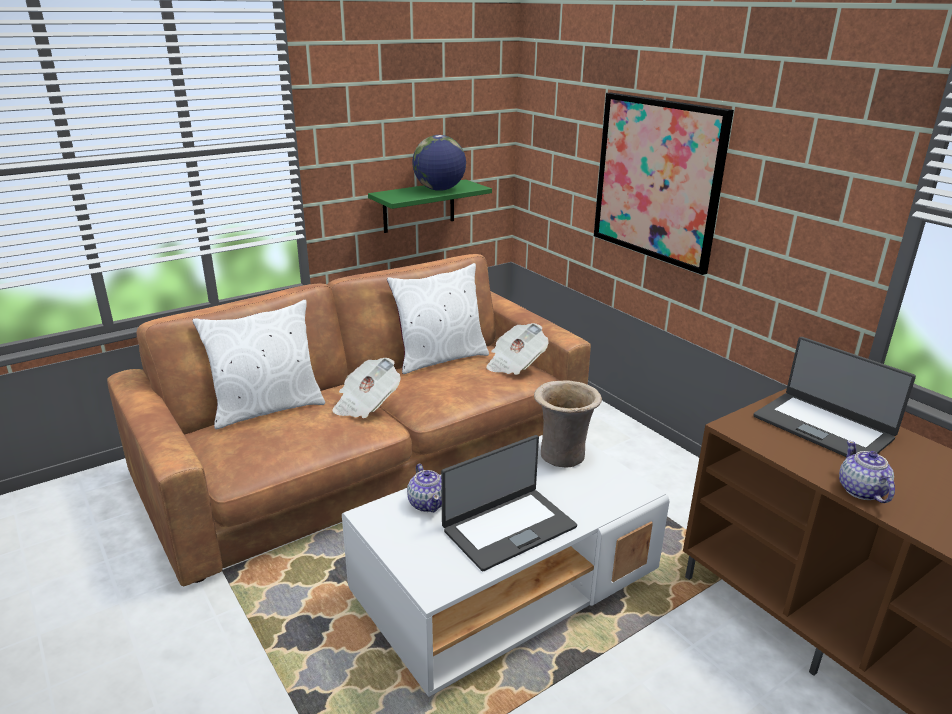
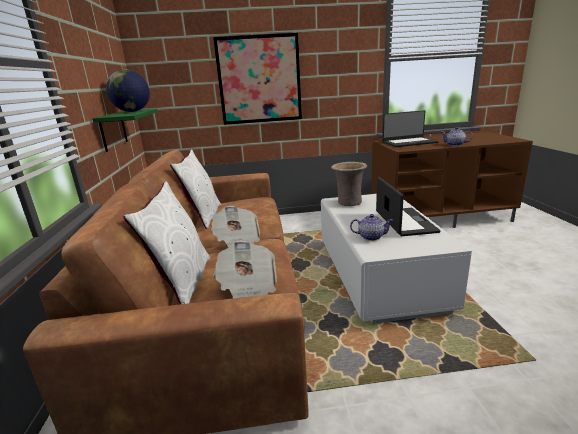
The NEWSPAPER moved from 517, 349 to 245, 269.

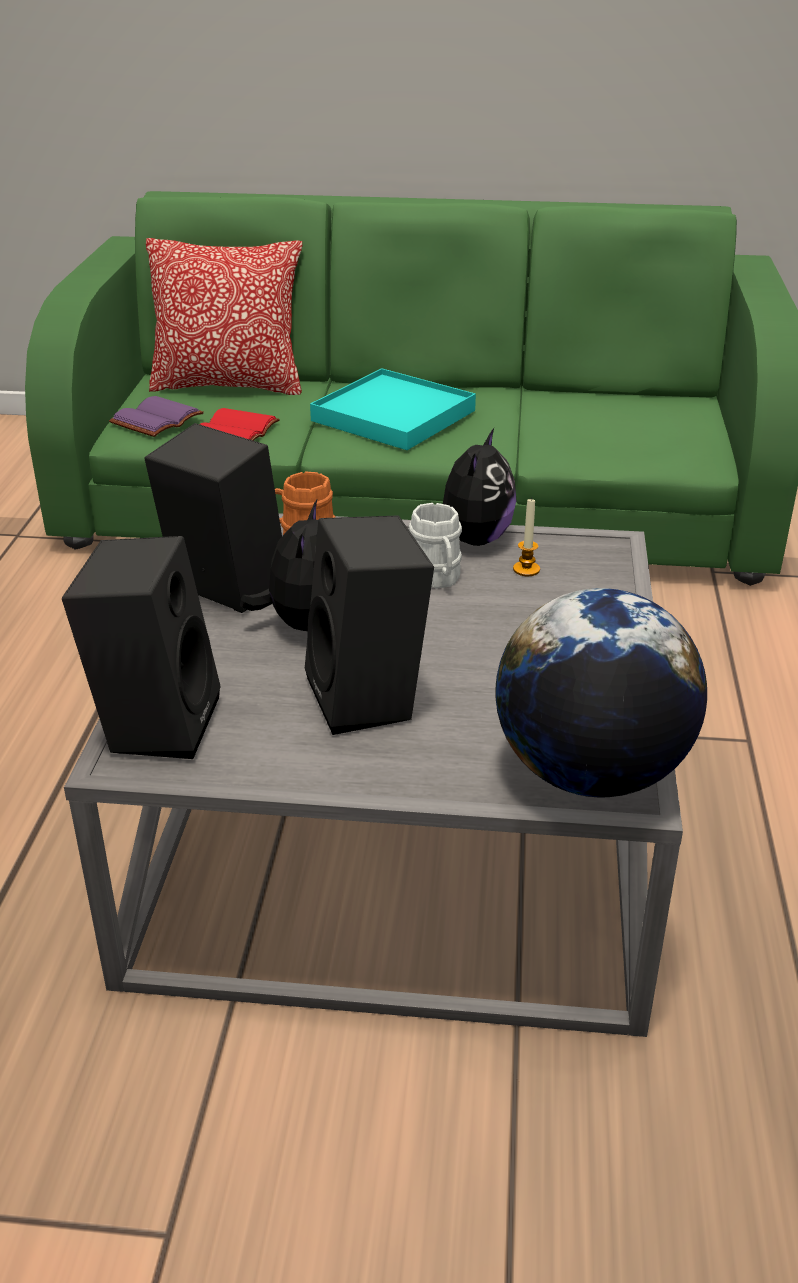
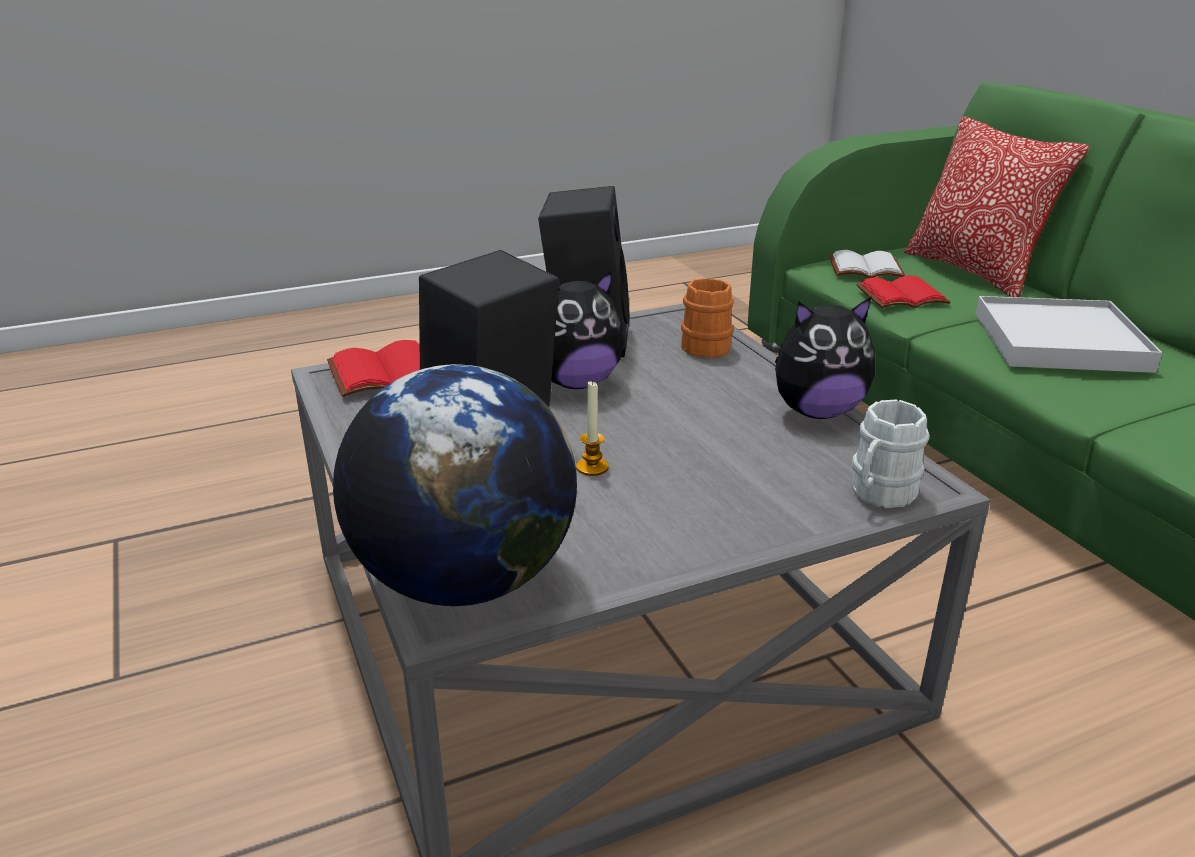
The WHITE-COLOURED TEA MUG moved from 435, 546 to 890, 453. The WAX LIGHT moved from 526, 536 to 592, 428. The BLACK LOUDSPEAKER at 141, 647 was replaced by the RED BOUND BOOK at 373, 368. The PURPLISH BOUND BOOK at 156, 416 became the WHITE-COLOURED BOUND BOOK at 867, 264. The BLUE-GREEN TRAY at 393, 409 became the WHITE-COLOURED TRAY at 1069, 334.

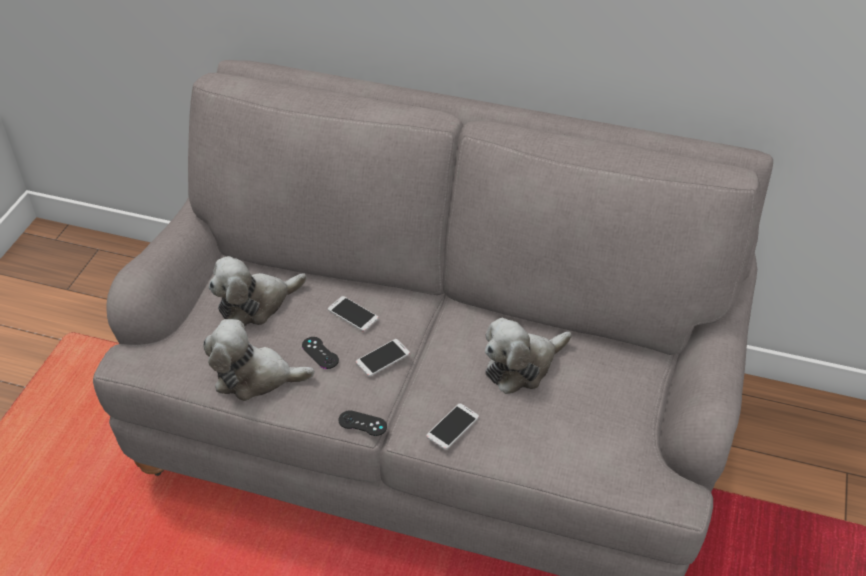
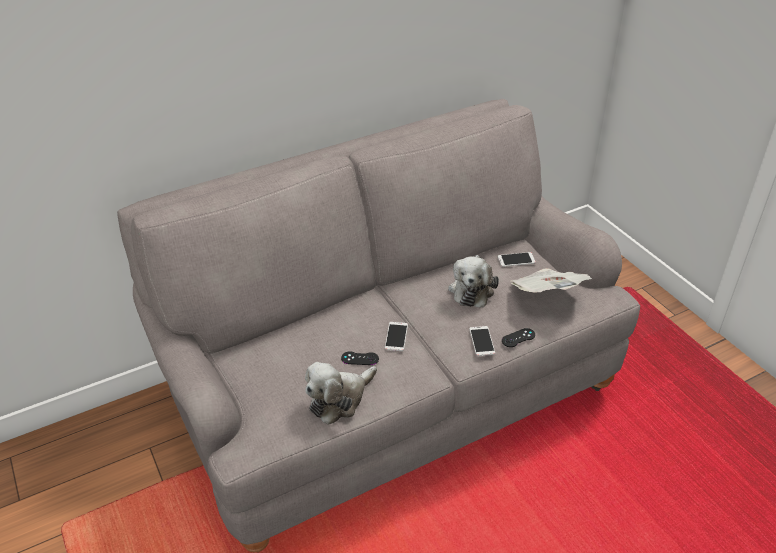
The PLUSH TOY at 257, 291 disappeared. The NEWSPAPER at 551, 280 appeared. The PHONE moved from 353, 313 to 517, 259. The BLACK JOYPAD moved from 362, 423 to 518, 337.

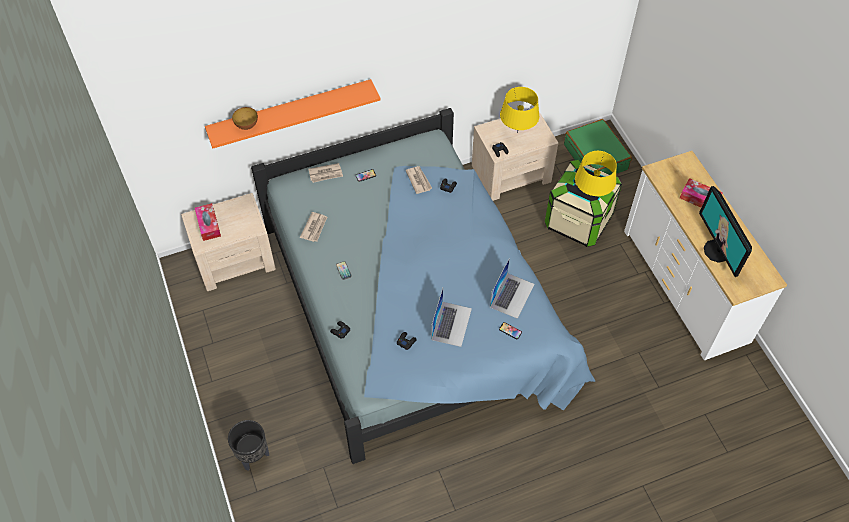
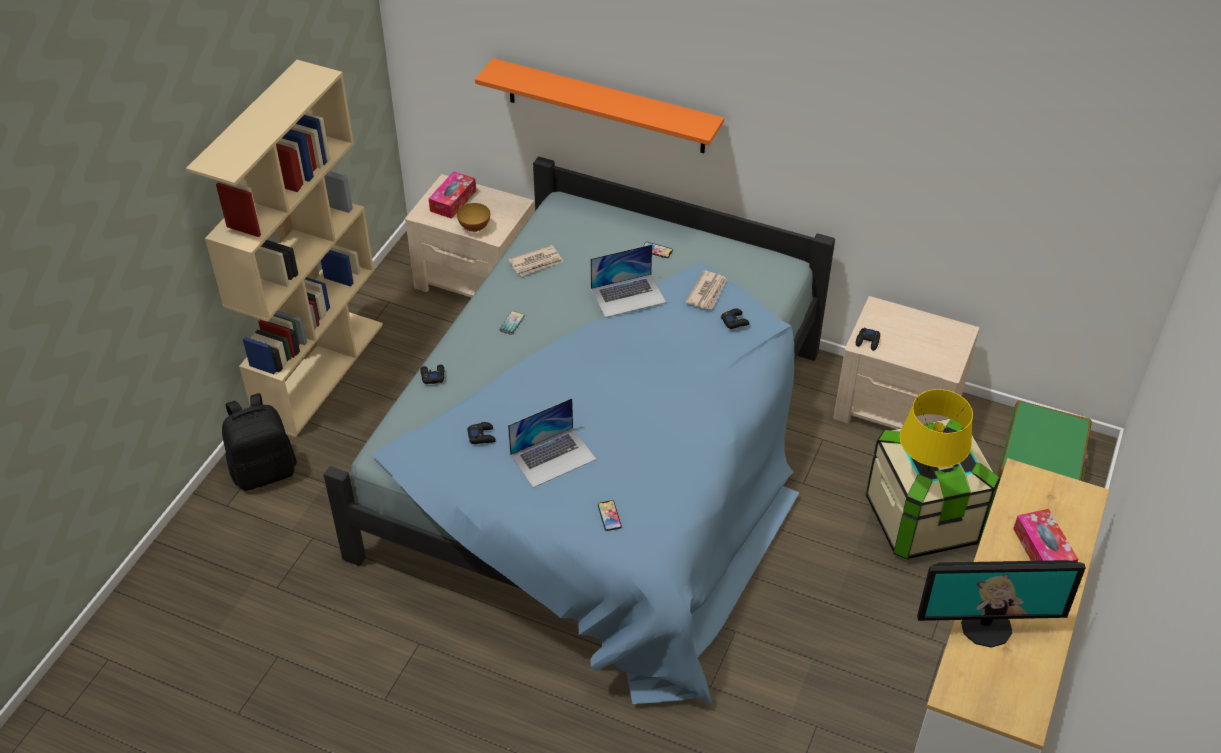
The NEWSPAPER at 325, 173 disappeared. The YELLOW LAMP FOR A TABLE at 519, 110 disappeared. The SAND-COLOURED SHELVING UNIT at 284, 248 appeared. The SERVING BOWL moved from 245, 118 to 473, 217. The LAPTOP moved from 512, 288 to 628, 281. The BLACK PLANT POT at 248, 445 was replaced by the BLACK KNAPSACK at 259, 442. The COMPUTER SCREEN at 725, 231 turned 120 degrees counterclockwise.

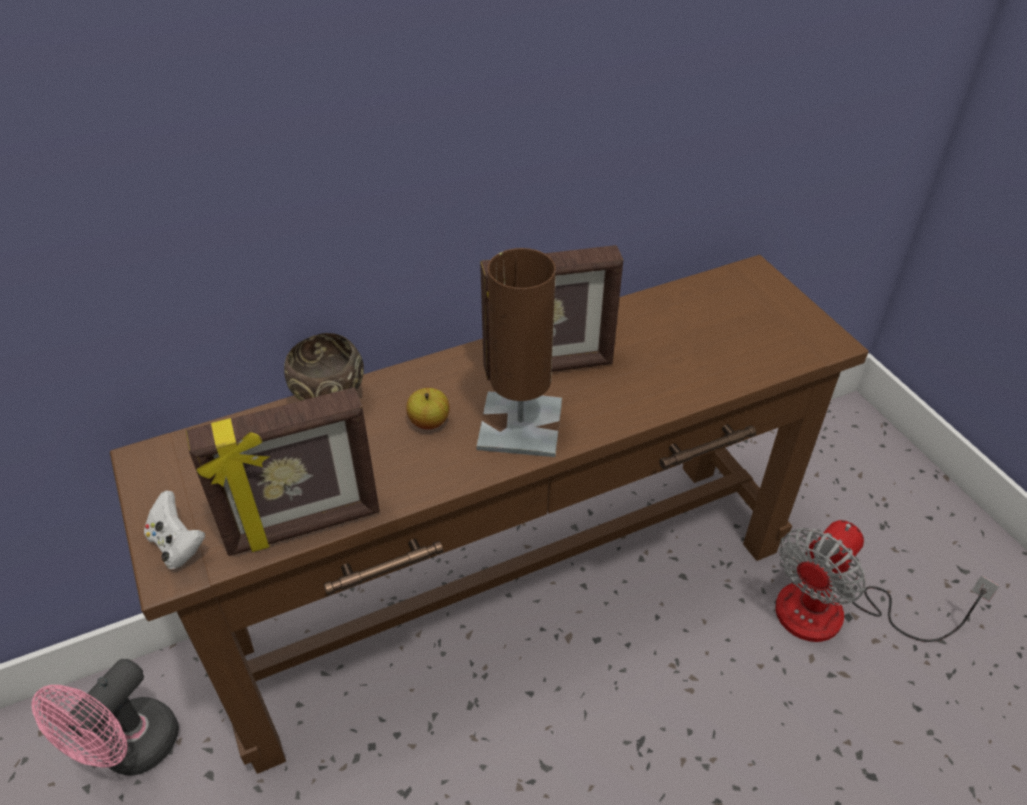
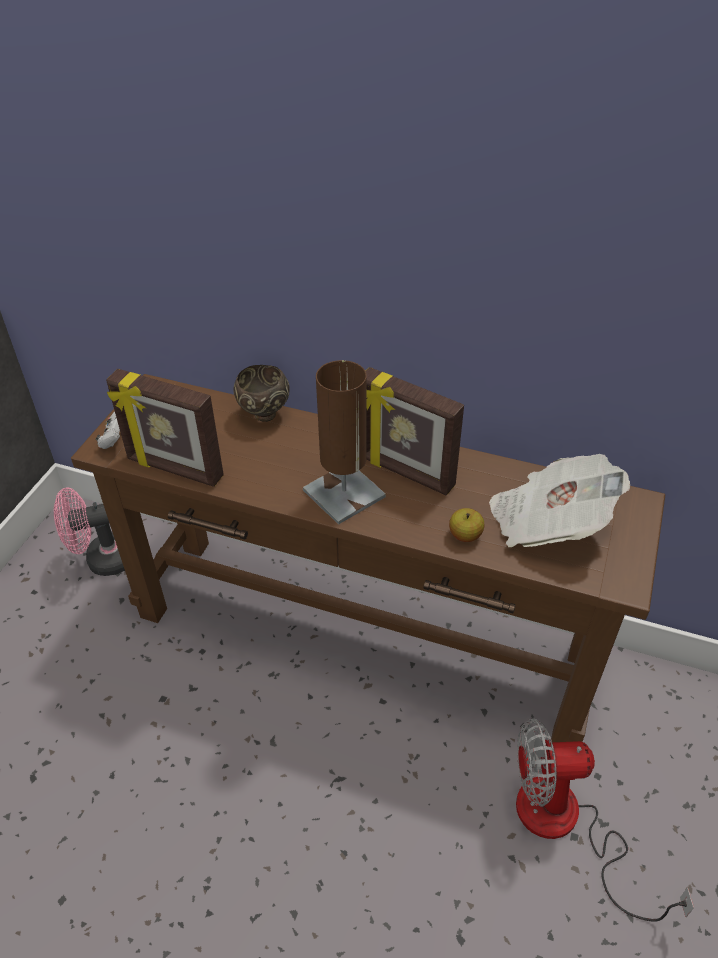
The NEWSPAPER at 559, 500 appeared. The WHOLE APPLE moved from 428, 408 to 467, 525.

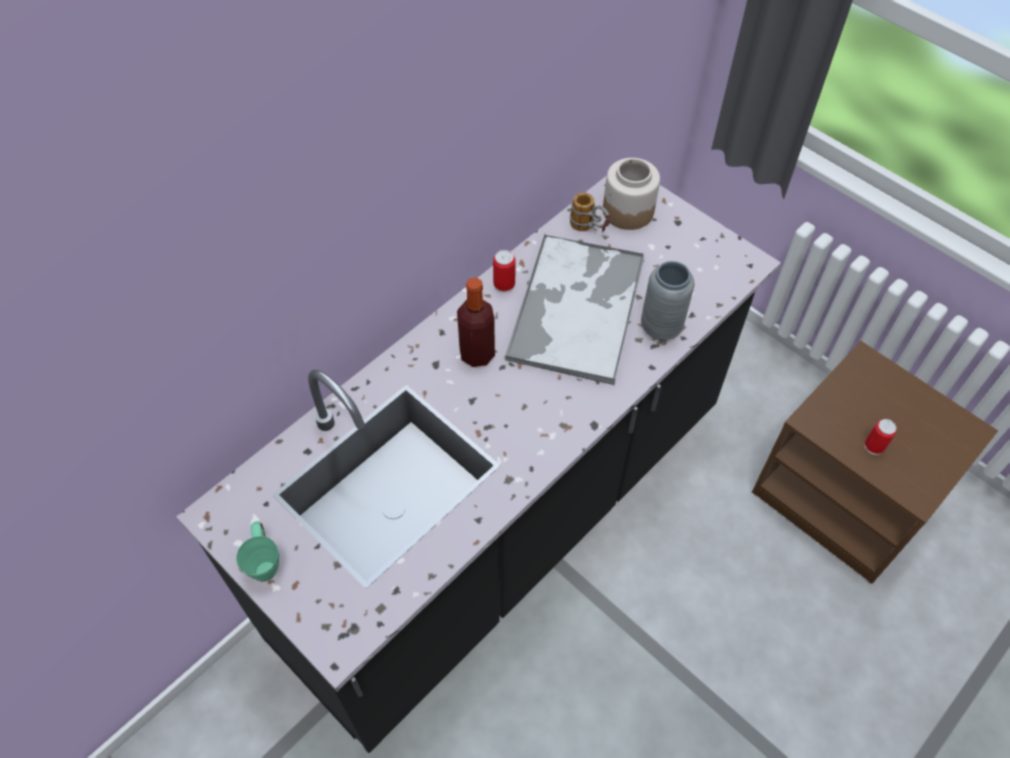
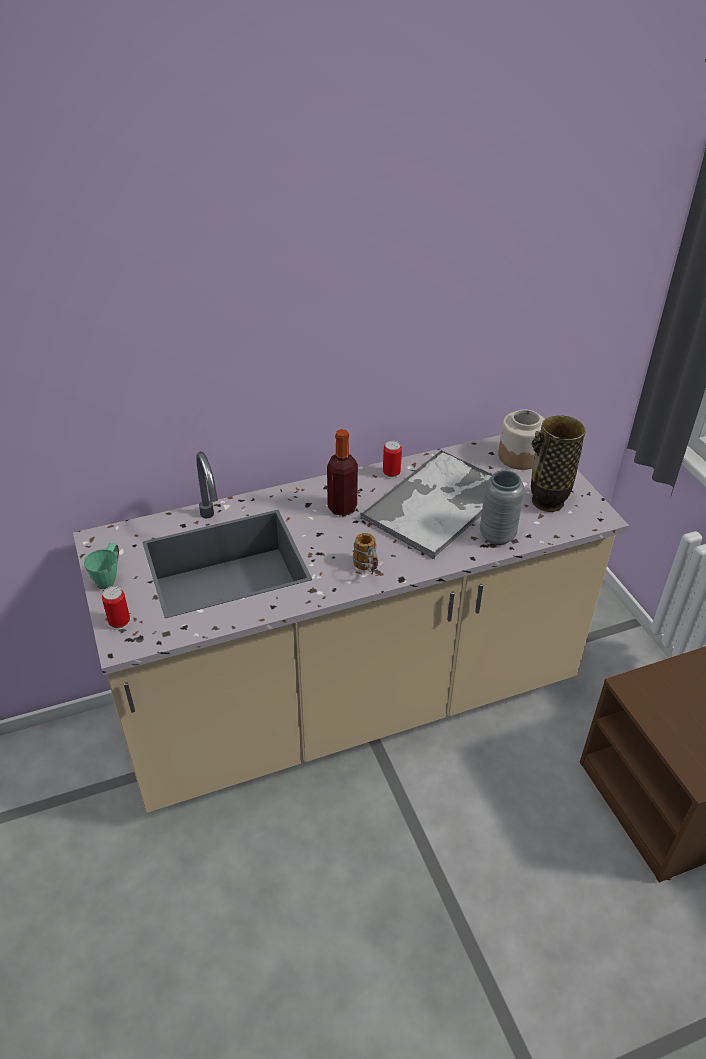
The VASE at 558, 463 appeared. The TEA MUG moved from 590, 212 to 365, 554. The CAN moved from 881, 437 to 116, 608. The BLACK COUNTER at 478, 464 became the SAND-COLOURED COUNTER at 351, 624.

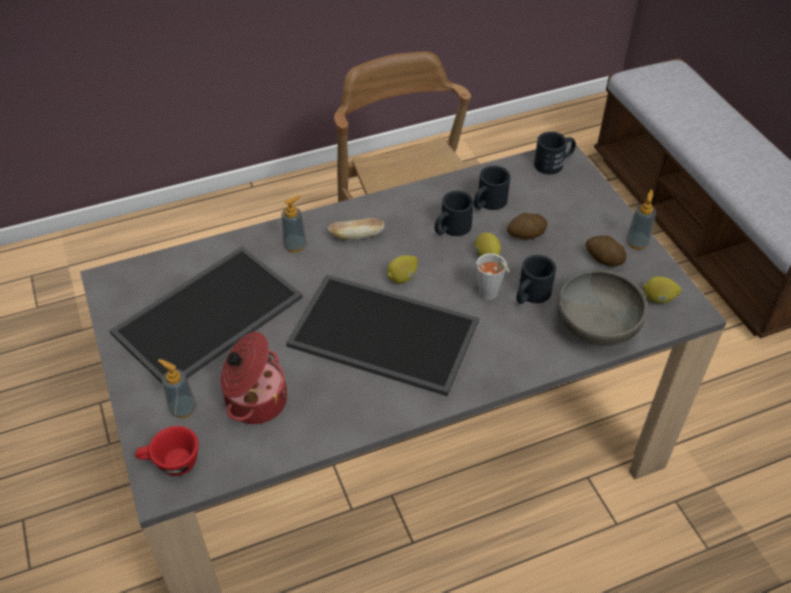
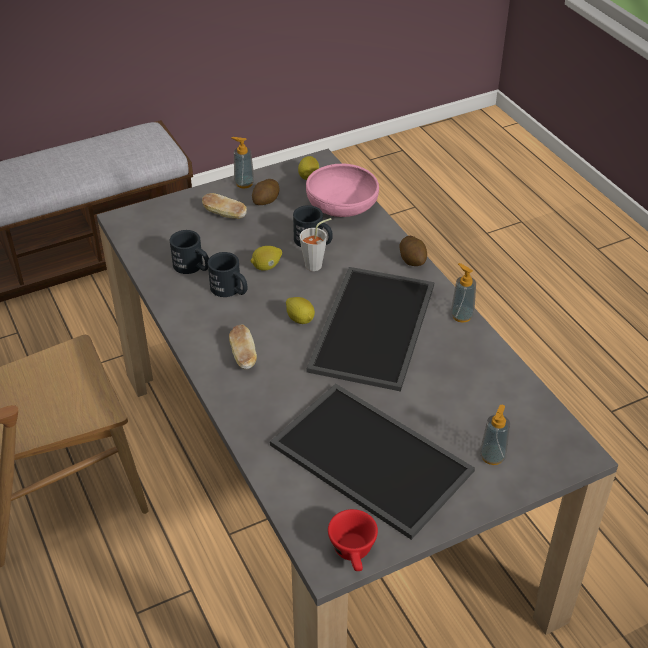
The COOKING POT at 254, 378 disappeared. The BLACK TEA MUG at 555, 153 disappeared. The BREAD at 224, 206 appeared. The RED SMALL CUP moved from 167, 451 to 353, 540. The SOAP BOTTLE moved from 293, 224 to 463, 293. The POTATO moved from 527, 226 to 413, 251. The GREY SERVING BOWL at 602, 308 became the PINKISH SERVING BOWL at 342, 190.

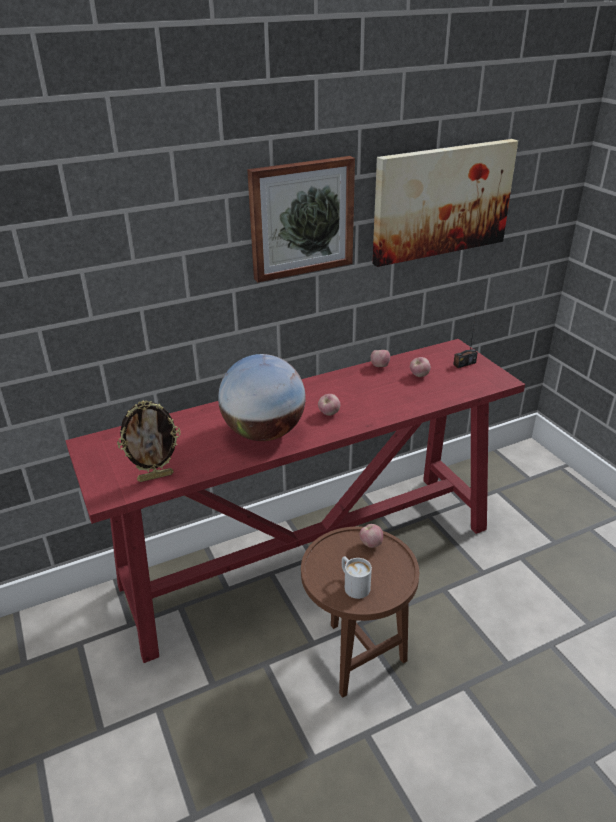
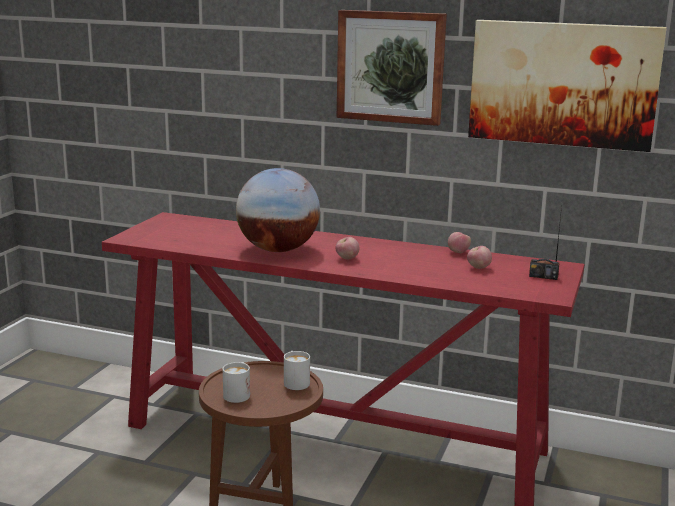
The STANDING FRAME at 149, 441 disappeared. The WHOLE APPLE at 371, 536 was replaced by the WHITE-COLOURED TEA MUG at 297, 370.

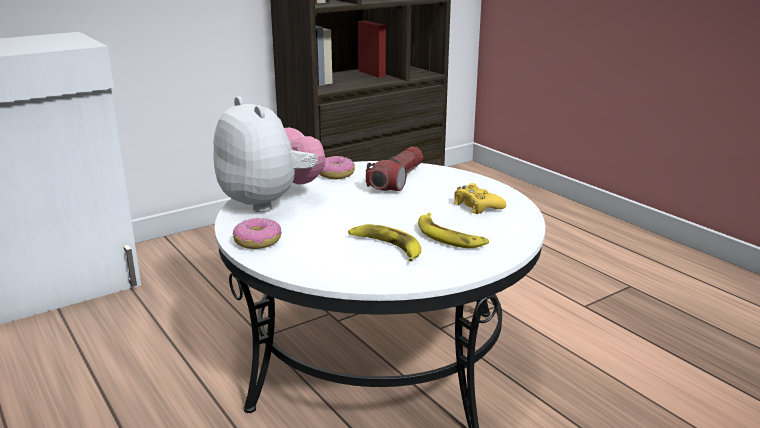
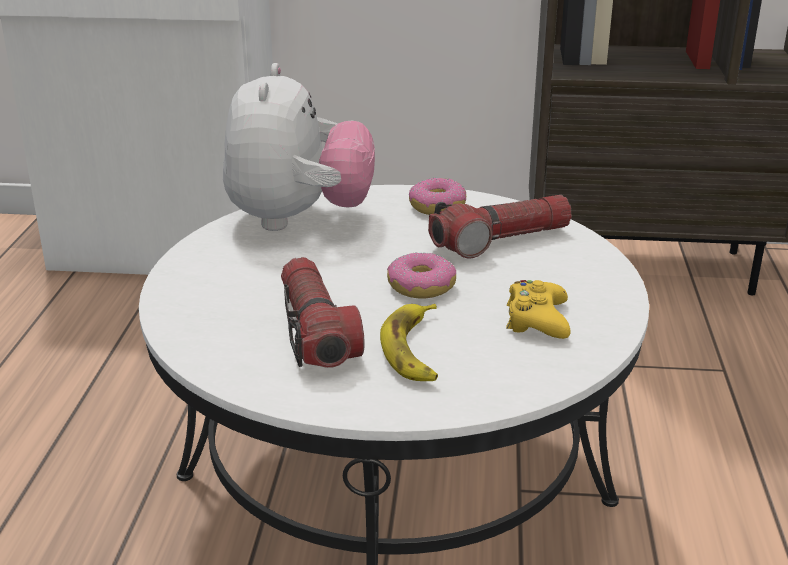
The DONUT moved from 257, 233 to 421, 275. The BANANA FRUIT at 384, 243 was replaced by the FLASHLIGHT at 323, 312.

